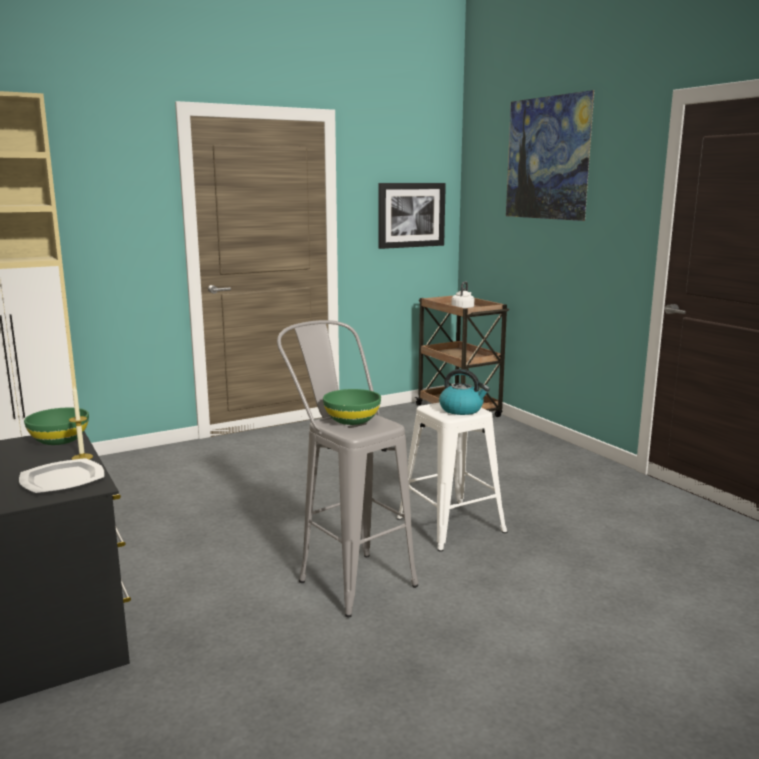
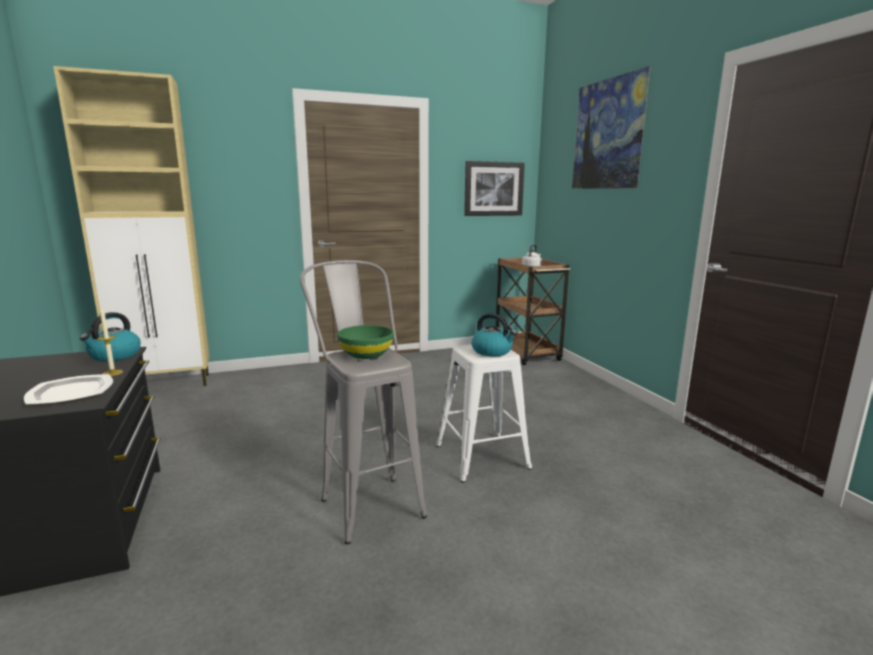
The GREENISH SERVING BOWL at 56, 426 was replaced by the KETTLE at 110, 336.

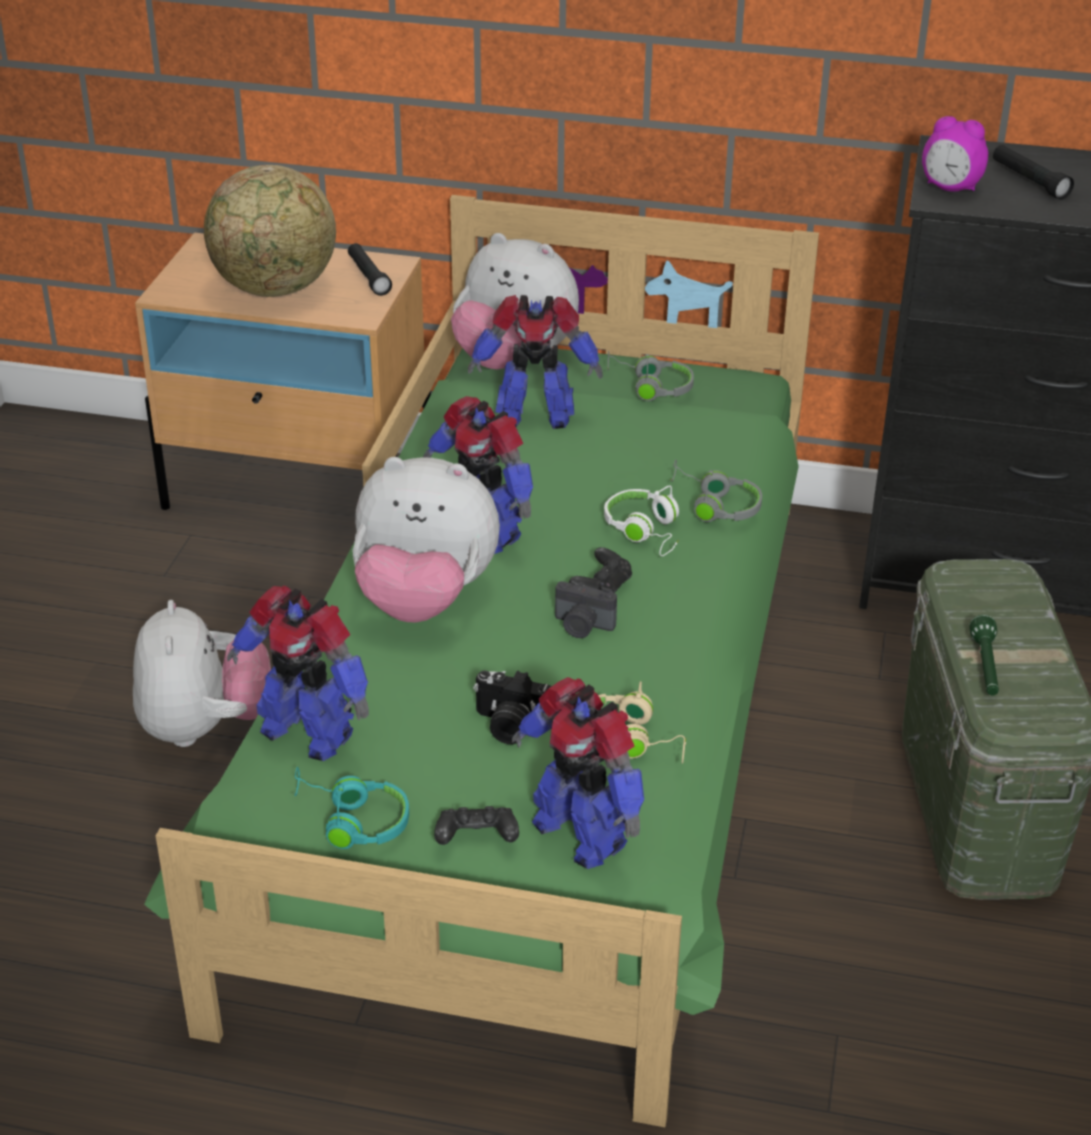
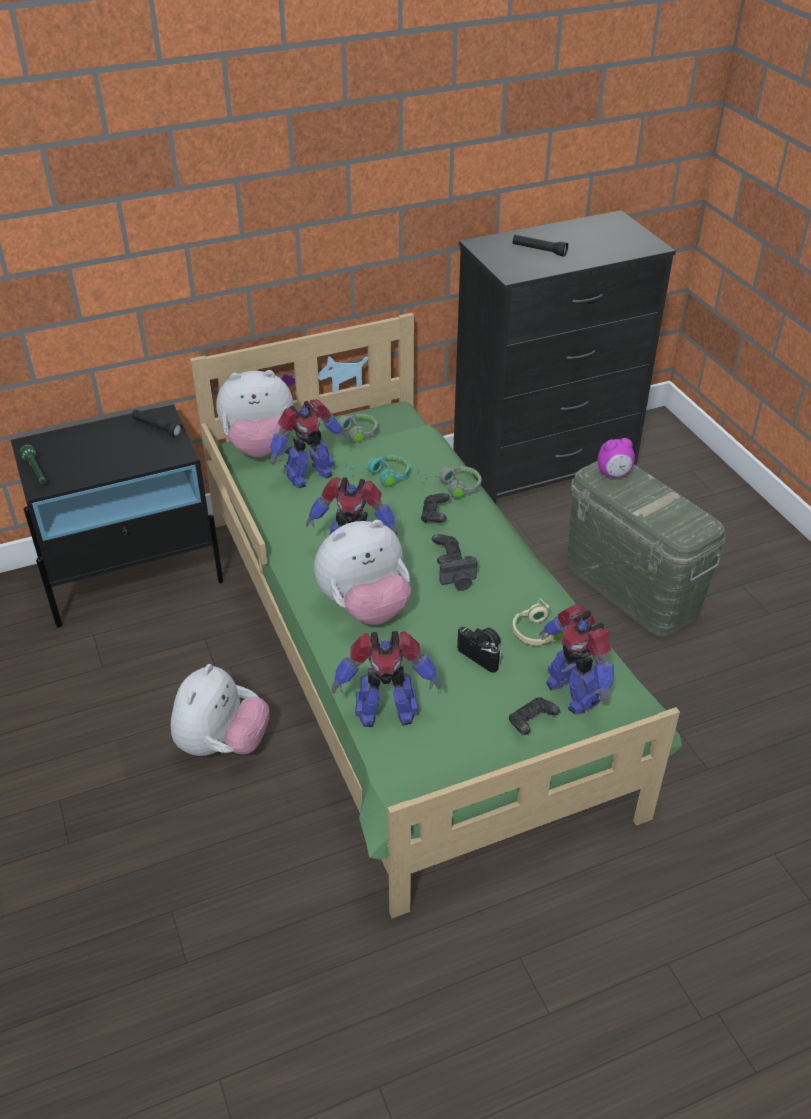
The GLOBE at 270, 231 disappeared. The BLUE-GREEN HEADSET moved from 351, 808 to 378, 471. The BEDSIDE CLOCK moved from 955, 154 to 616, 458. The GREENISH FLASHLIGHT moved from 984, 655 to 33, 464. The WHITE-COLOURED HEADSET at 641, 520 was replaced by the BLACK JOYPAD at 435, 508. The SAND-COLOURED BEDSIDE TABLE at 283, 371 became the BLACK BEDSIDE TABLE at 117, 516. The PLUSH TOY at 202, 673 turned 60 degrees clockwise. The STILL CAMERA at 512, 707 turned 120 degrees counterclockwise. The TOY ROBOT at 578, 773 turned 45 degrees clockwise.

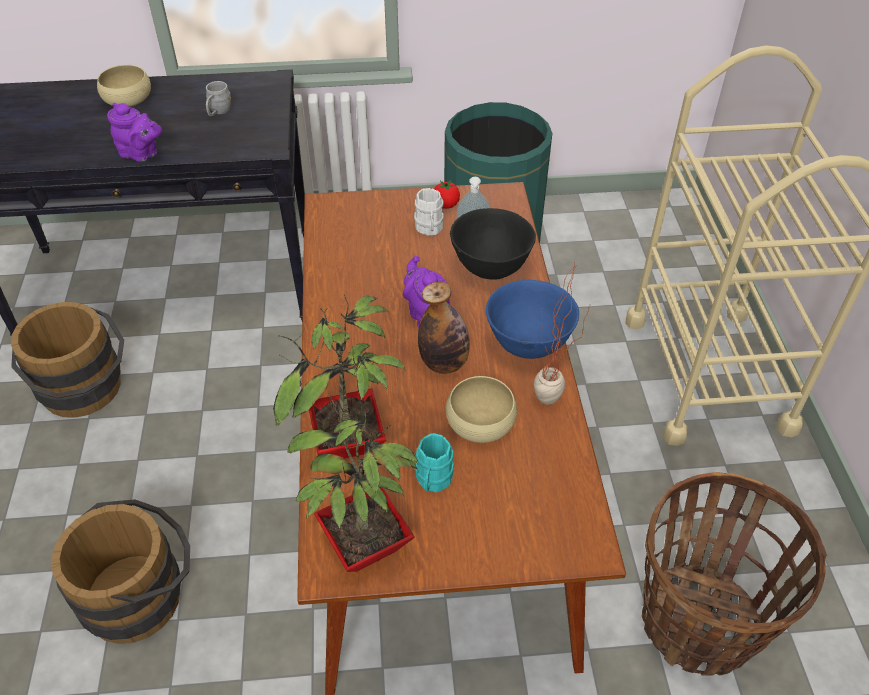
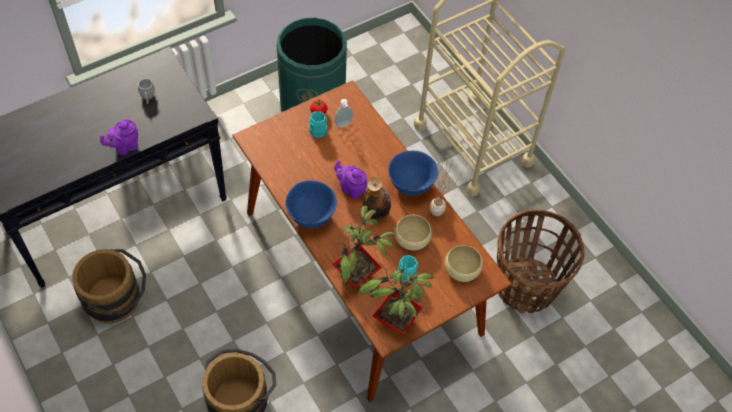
The BLACK SERVING BOWL at 493, 244 disappeared. The BLUE SERVING BOWL at 311, 204 appeared. The SAND-COLOURED SERVING BOWL moved from 124, 86 to 464, 263. The WHITE-COLOURED TEA MUG at 429, 211 became the BLUE-GREEN TEA MUG at 318, 124. The PURPLISH TEA POT at 134, 132 turned 150 degrees clockwise.

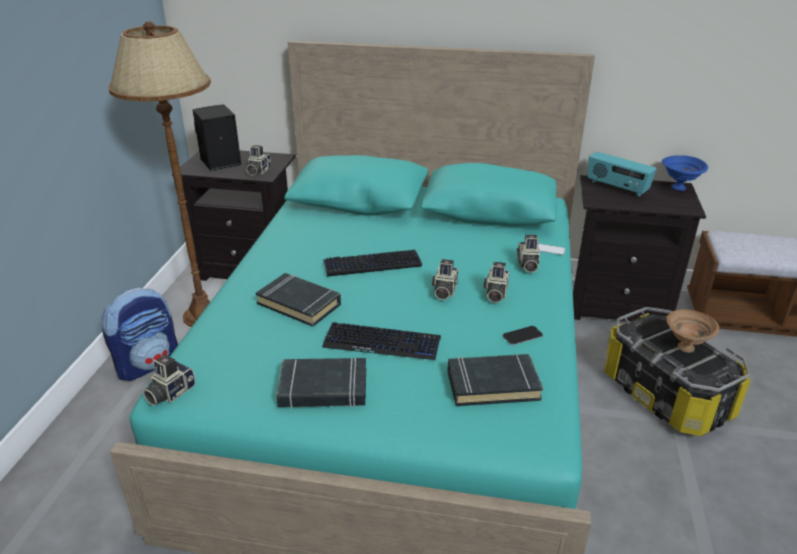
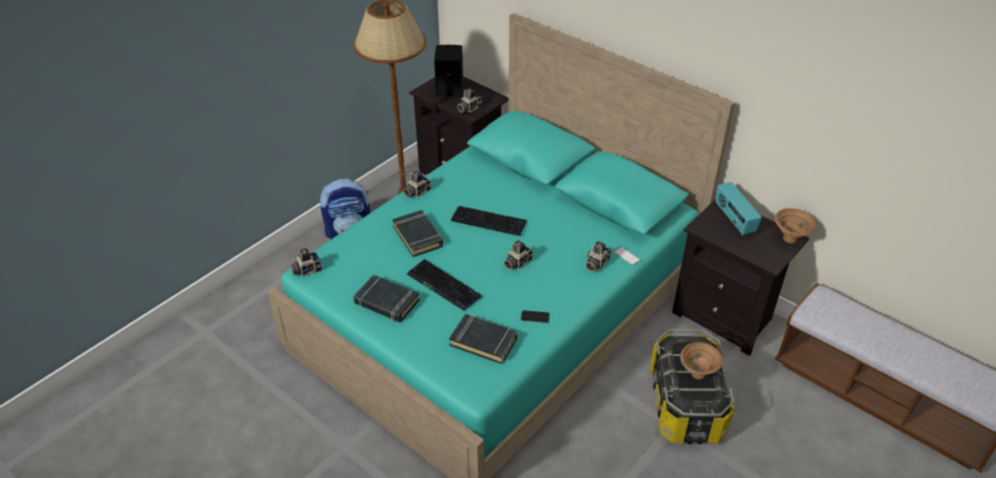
The STILL CAMERA moved from 496, 282 to 417, 184. The BLUE SERVING BOWL at 685, 173 became the BROWN-COLOURED SERVING BOWL at 795, 225.

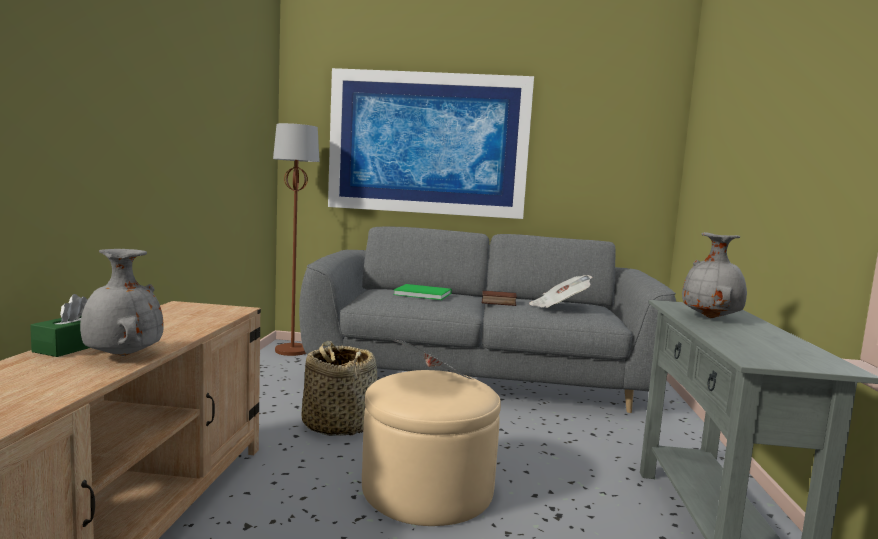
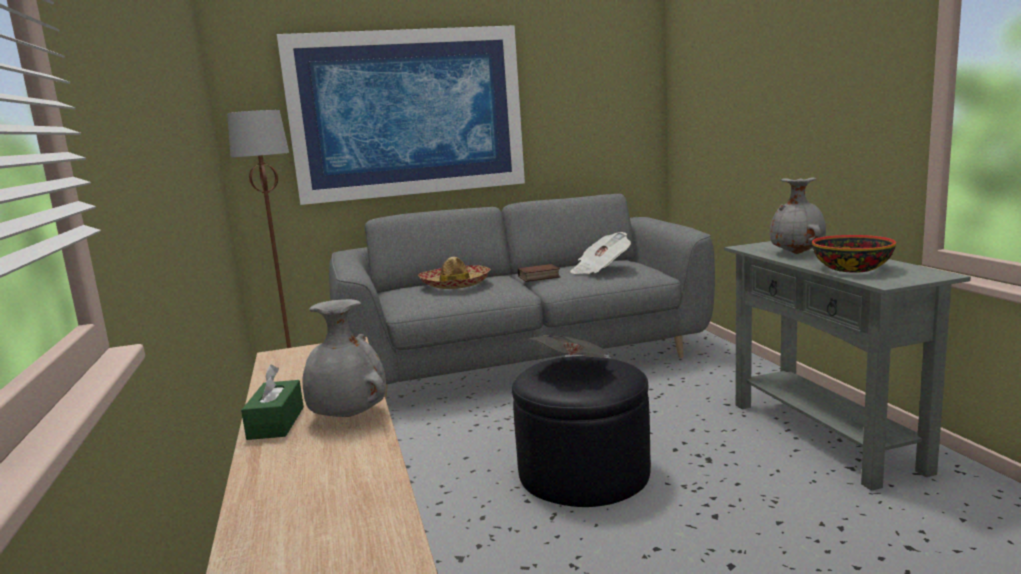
The STORAGE BASKET at 339, 388 disappeared. The SERVING BOWL at 854, 254 appeared. The GREENISH BOUND BOOK at 422, 292 was replaced by the CLOTHING HAT at 454, 273. The SAND-COLOURED OTTOMAN at 431, 448 became the BLACK OTTOMAN at 581, 431.

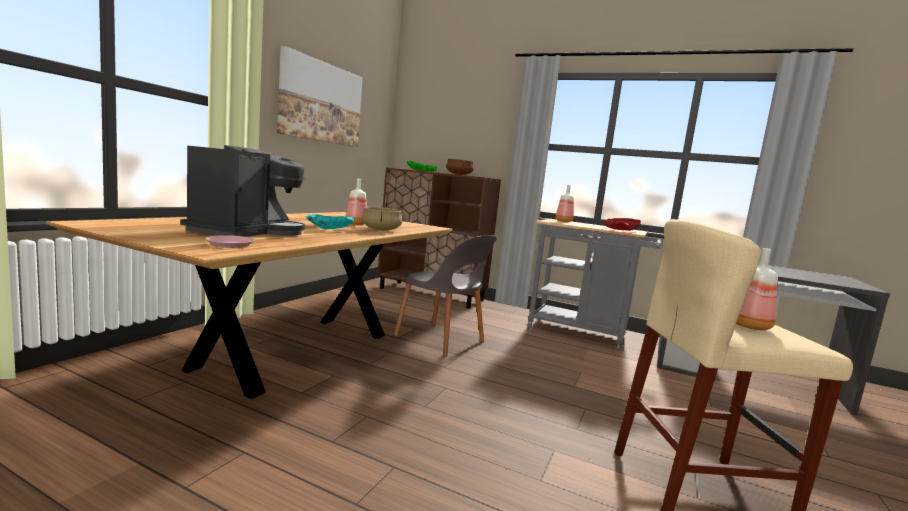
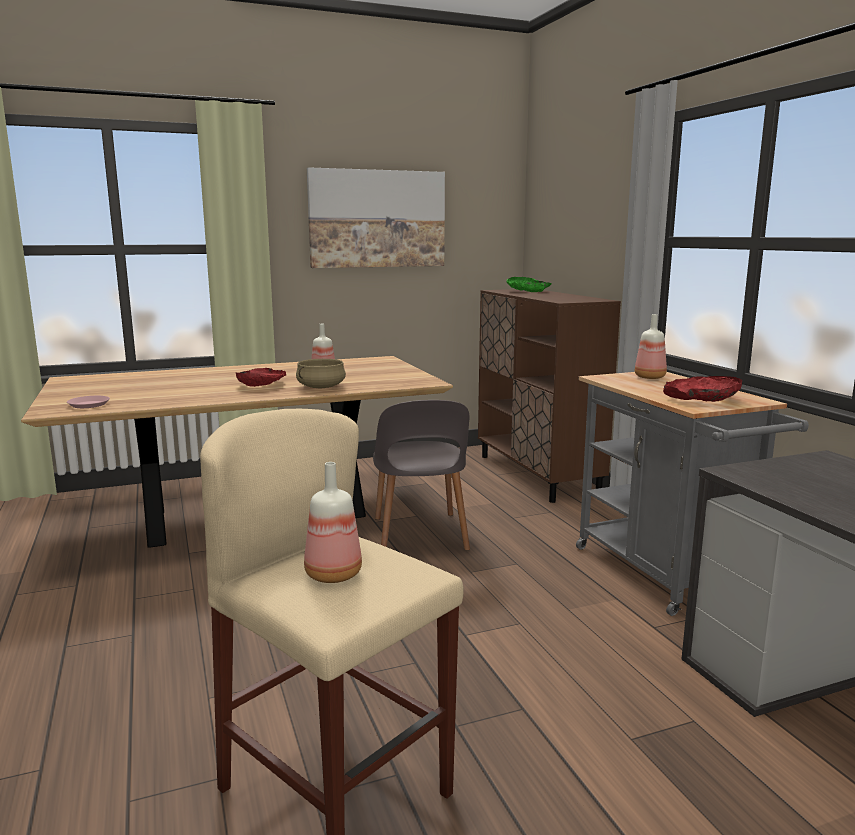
The COFFEE MACHINE at 243, 191 disappeared. The BROWN-COLOURED COOKING POT at 460, 167 disappeared. The BLUE-GREEN SERVING BOWL at 330, 221 became the RED SERVING BOWL at 261, 377.

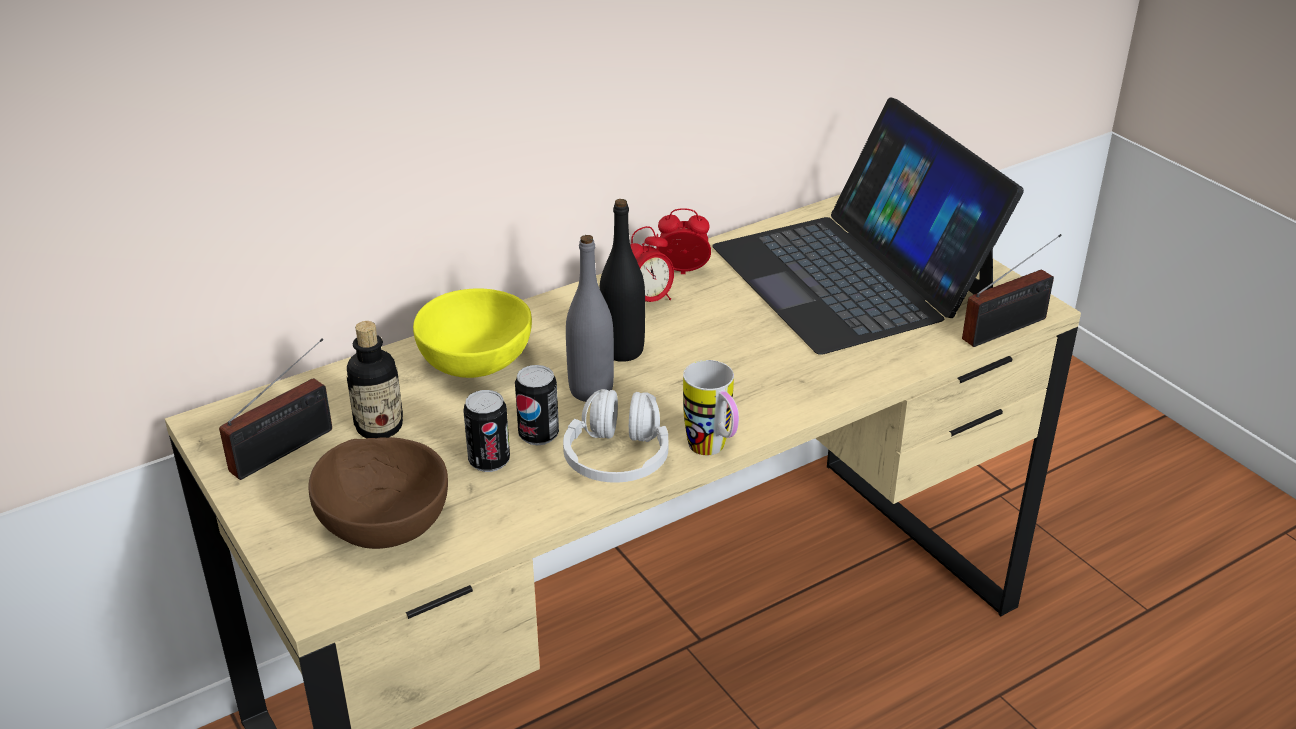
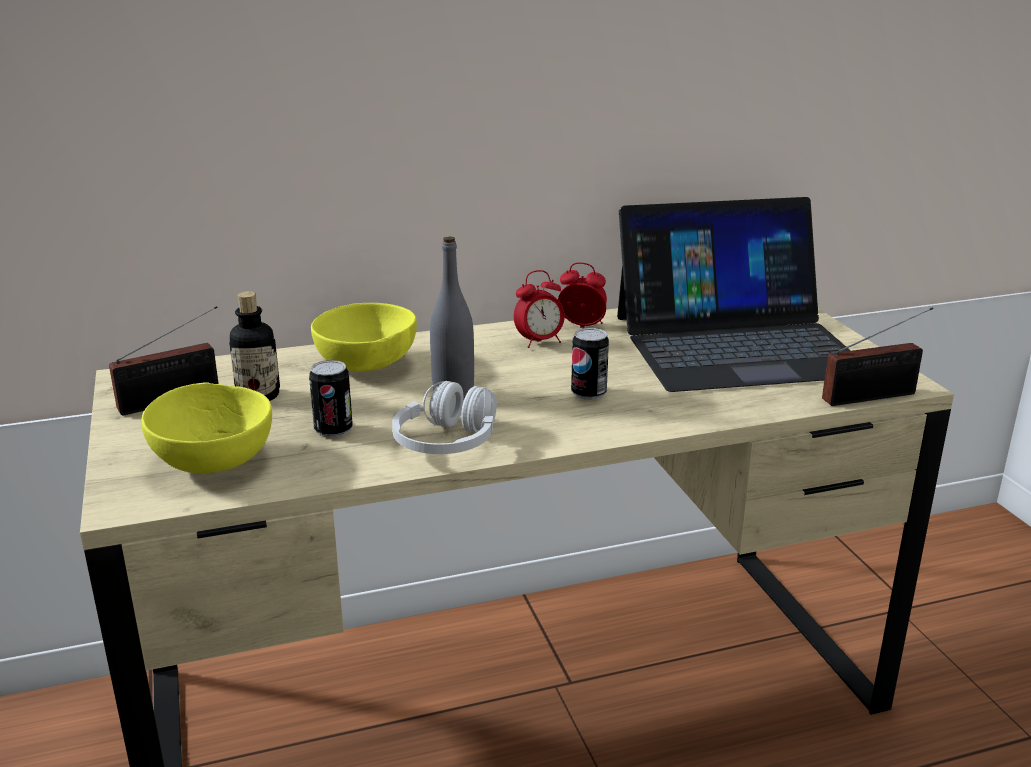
The BLACK BOTTLE at 622, 280 disappeared. The TEA MUG at 711, 407 disappeared. The CAN moved from 537, 405 to 590, 364. The BROWN-COLOURED SERVING BOWL at 378, 493 became the YELLOW SERVING BOWL at 206, 427. The LAPTOP at 868, 226 turned 90 degrees counterclockwise.

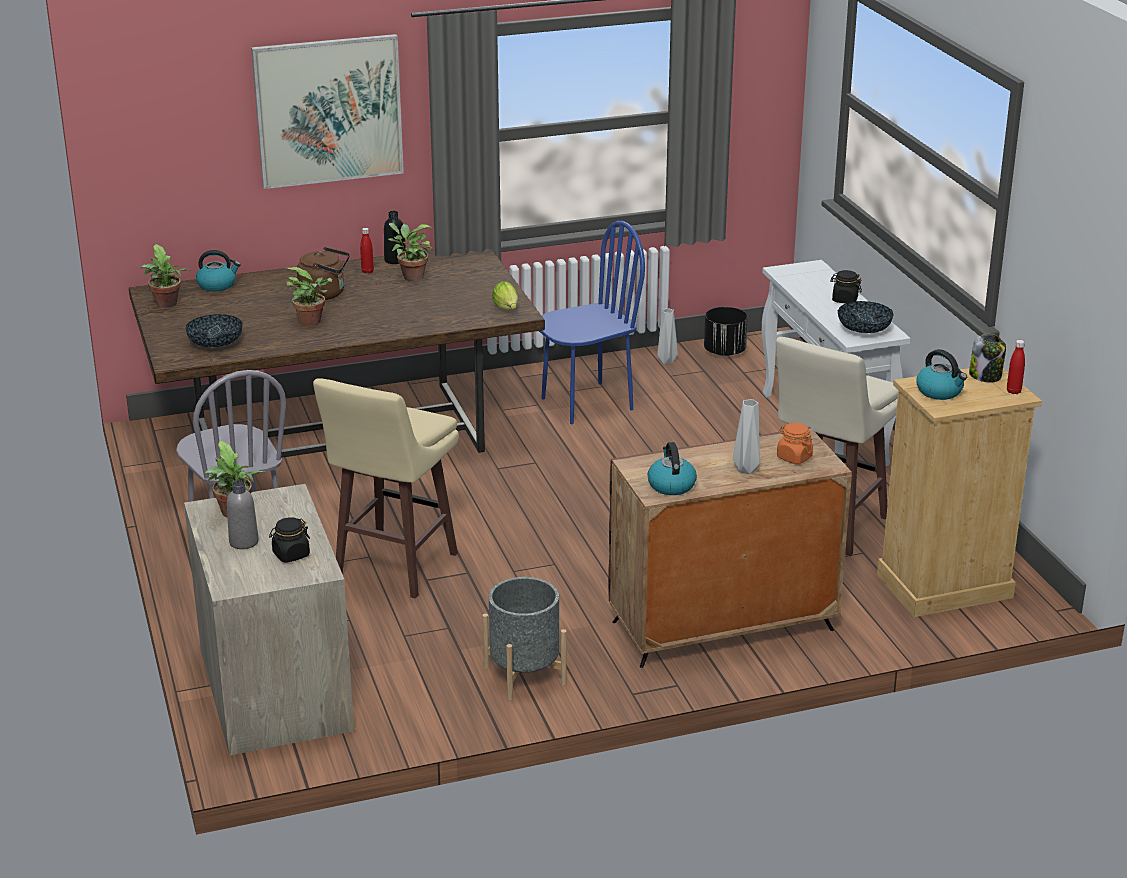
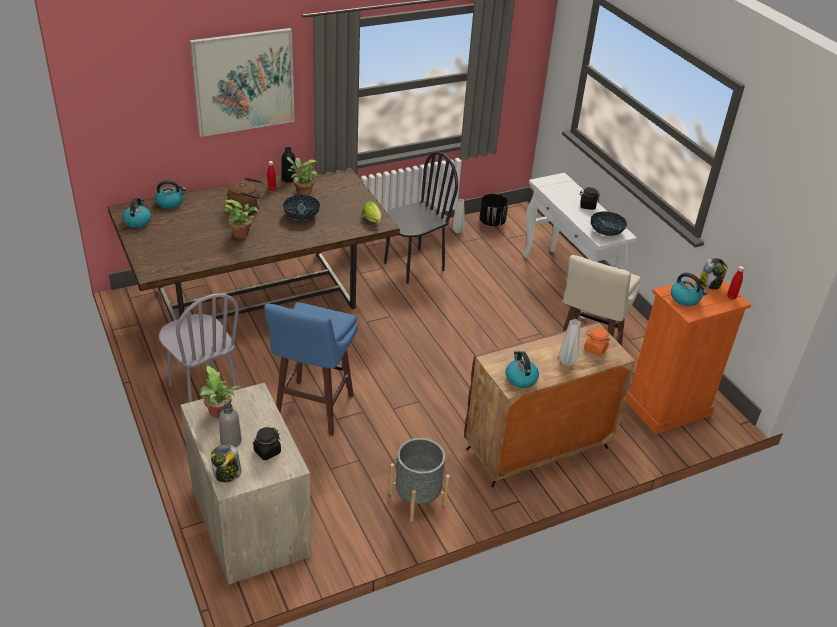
The STORAGE JAR at 226, 463 appeared. The SERVING BOWL moved from 214, 330 to 301, 207. The POTTED PLANT at 165, 276 was replaced by the KETTLE at 137, 213. The SAND-COLOURED STOOL SEAT at 386, 488 became the BLUE STOOL SEAT at 311, 369. The BLUE CHAIR at 592, 322 became the BLACK CHAIR at 421, 217. The SAND-COLOURED CHEST OF DRAWERS at 959, 492 became the ORANGE-COLOURED CHEST OF DRAWERS at 688, 355.

